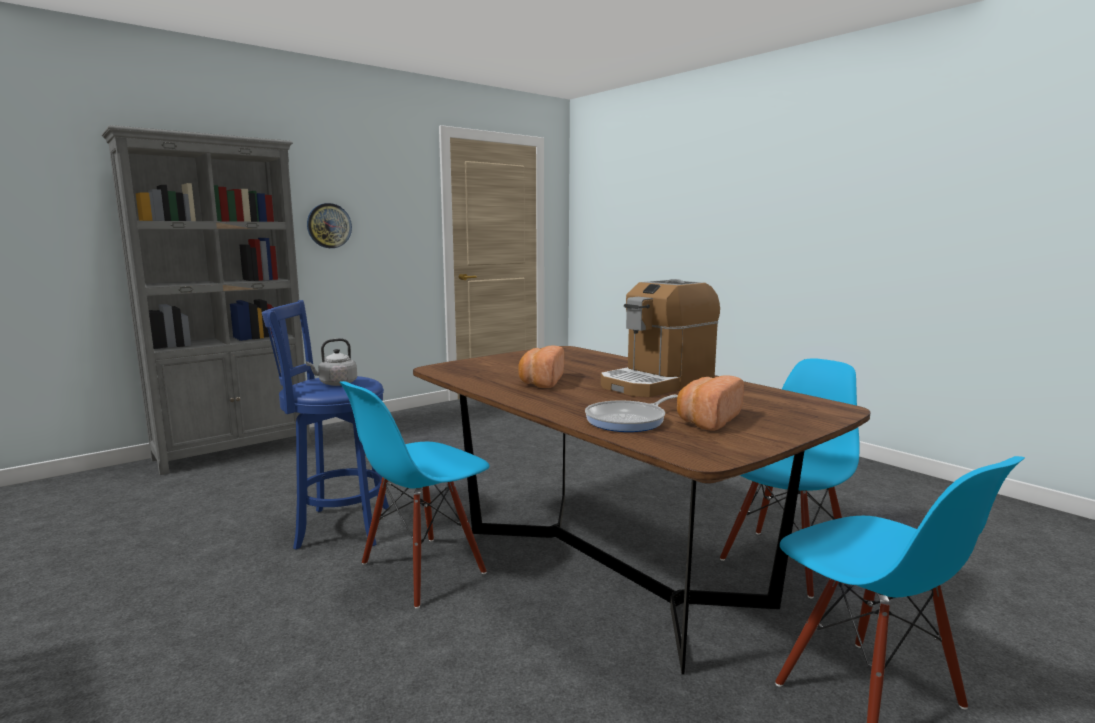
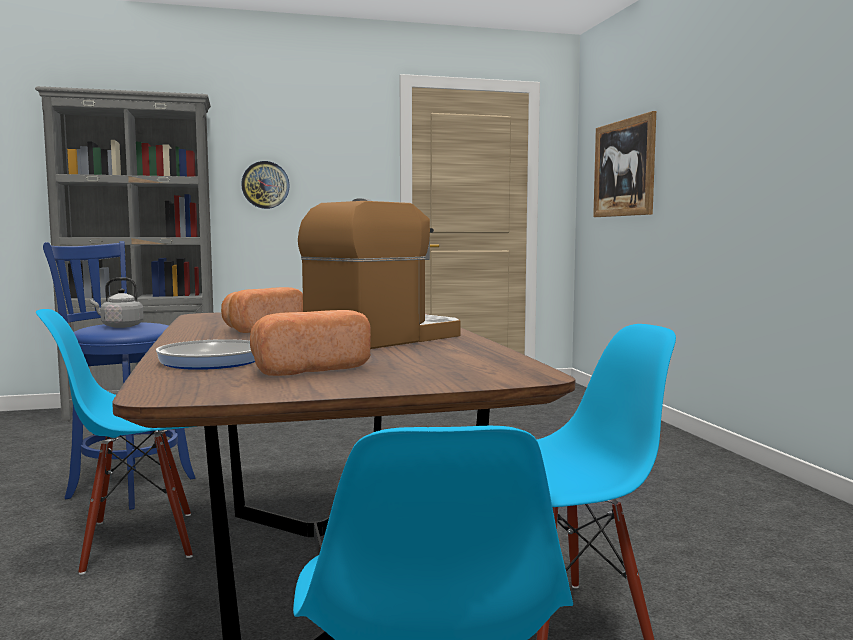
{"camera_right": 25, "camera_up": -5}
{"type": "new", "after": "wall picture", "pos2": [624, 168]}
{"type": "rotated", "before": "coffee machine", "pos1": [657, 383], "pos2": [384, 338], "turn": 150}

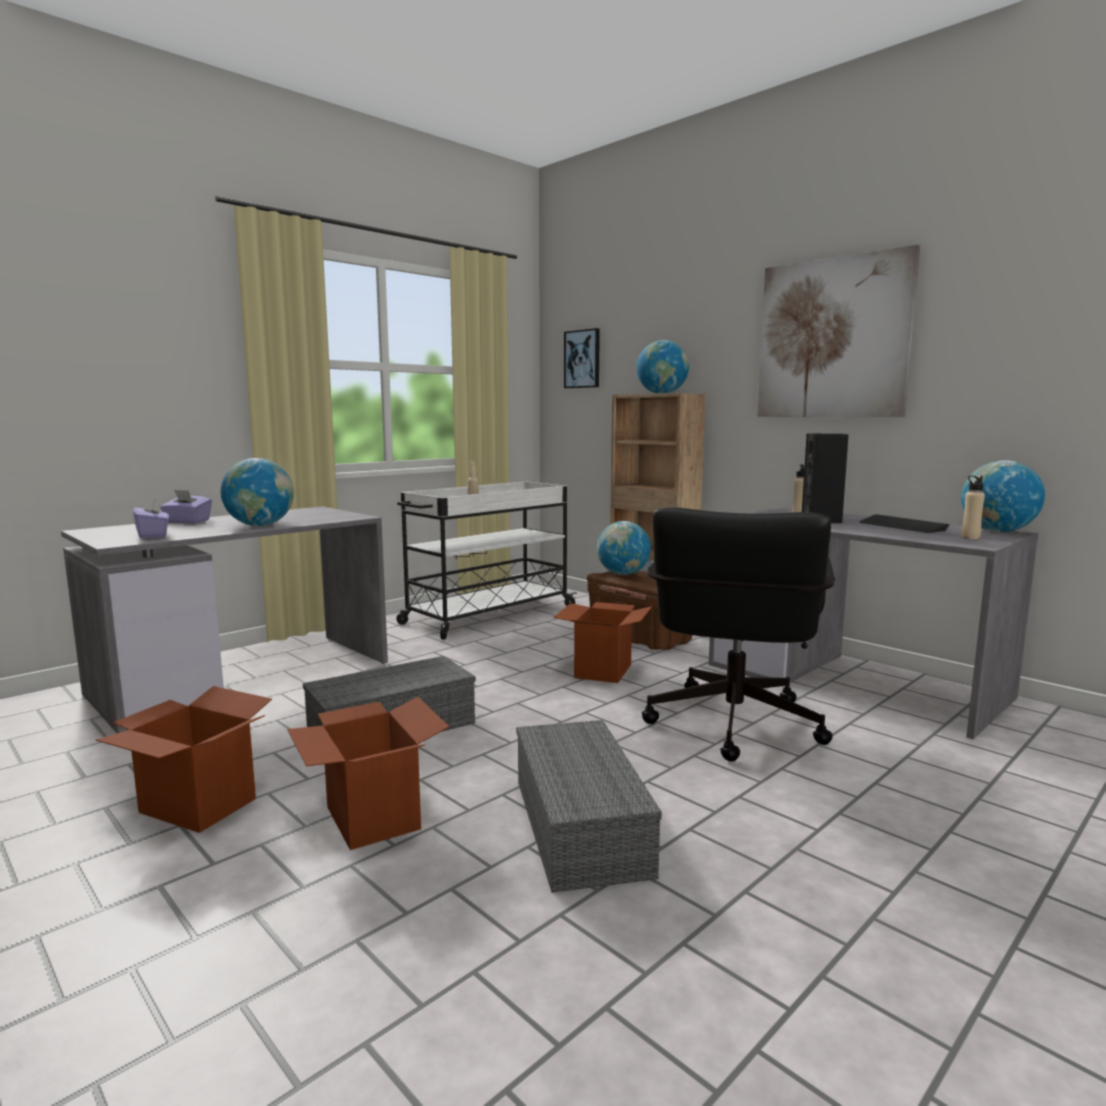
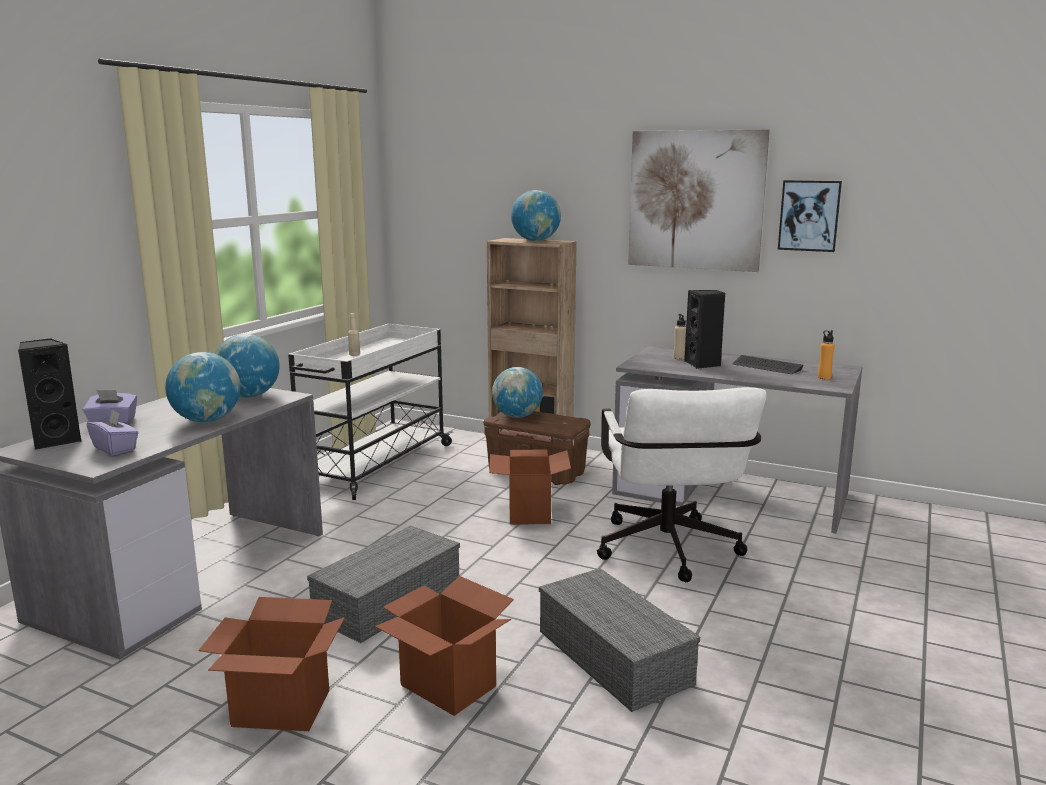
{"camera_right": -20, "camera_up": 5}
{"type": "new", "after": "loudspeaker (blackish)", "pos2": [55, 440]}
{"type": "shifted", "before": "wall picture", "pos1": [582, 359], "pos2": [809, 215]}
{"type": "shifted", "before": "globe", "pos1": [997, 531], "pos2": [249, 396]}
{"type": "repainted", "before": "computer chair (blackish)", "after": "computer chair (whitish)", "pos1": [732, 730], "pos2": [669, 554]}
{"type": "repainted", "before": "bottle (beige)", "after": "bottle (orange-coloured)", "pos1": [970, 537], "pos2": [824, 377]}

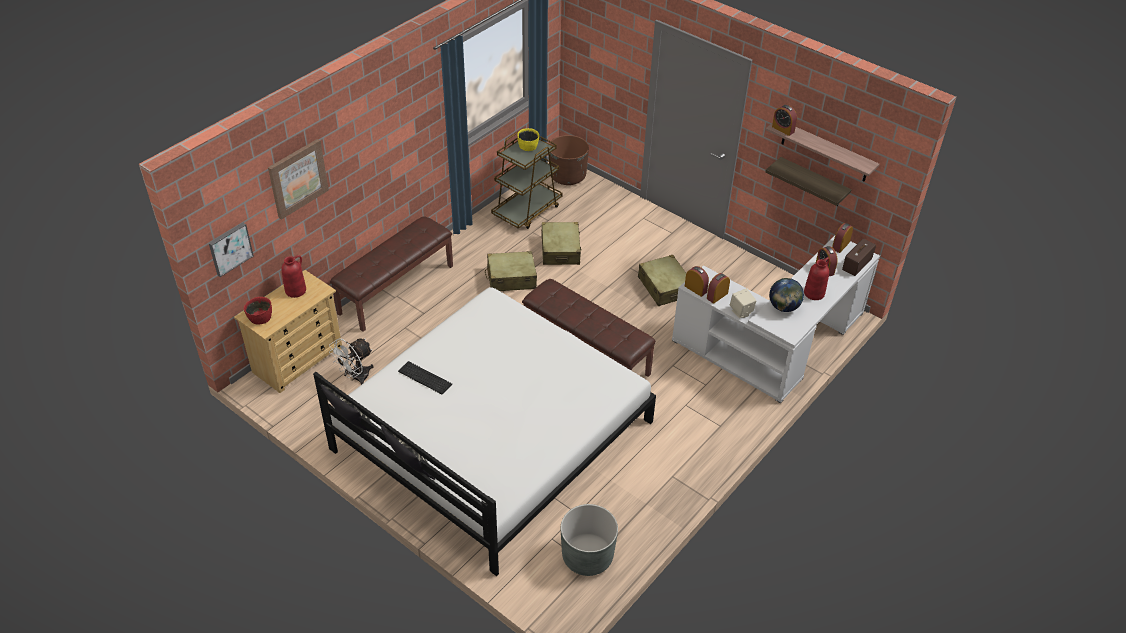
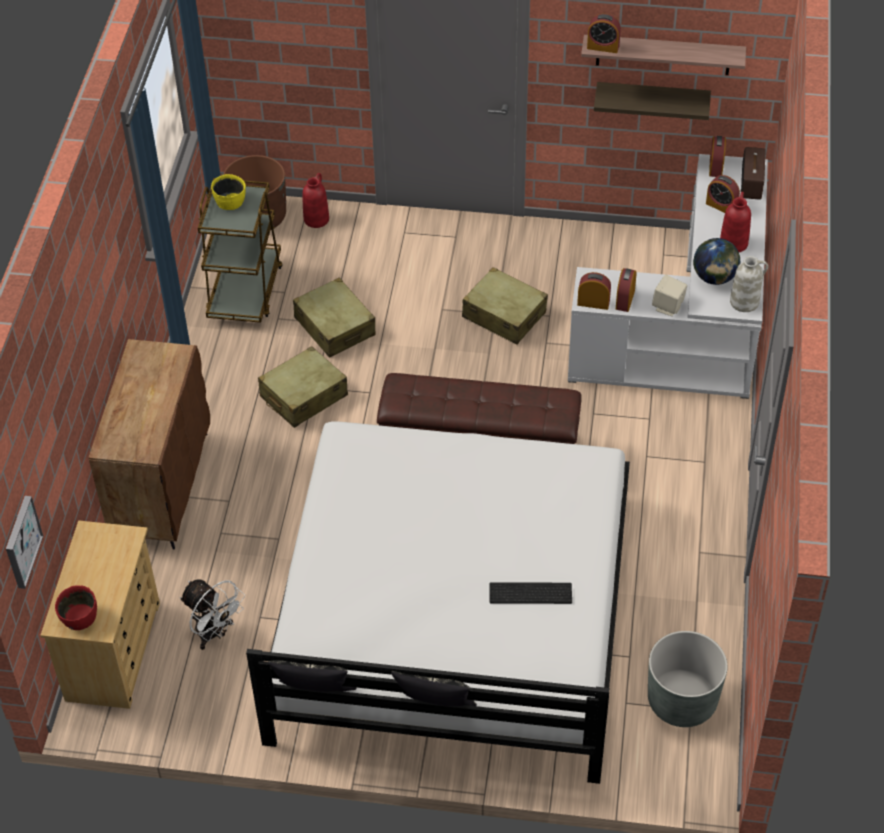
{"camera_right": -30, "camera_up": 5}
{"type": "gone", "before": "wall picture", "pos1": [297, 178]}
{"type": "new", "after": "decorative vase (whitish)", "pos2": [745, 302]}
{"type": "shifted", "before": "decorative vase (red)", "pos1": [296, 290], "pos2": [316, 219]}
{"type": "shifted", "before": "computer keyboard", "pos1": [424, 378], "pos2": [529, 594]}
{"type": "swapped", "before": "long seat (brown)", "after": "cabinet (brown)", "pos1": [396, 289], "pos2": [162, 486]}
{"type": "rotated", "before": "electric fan (whitish)", "pos1": [356, 377], "pos2": [214, 633], "turn": -60}

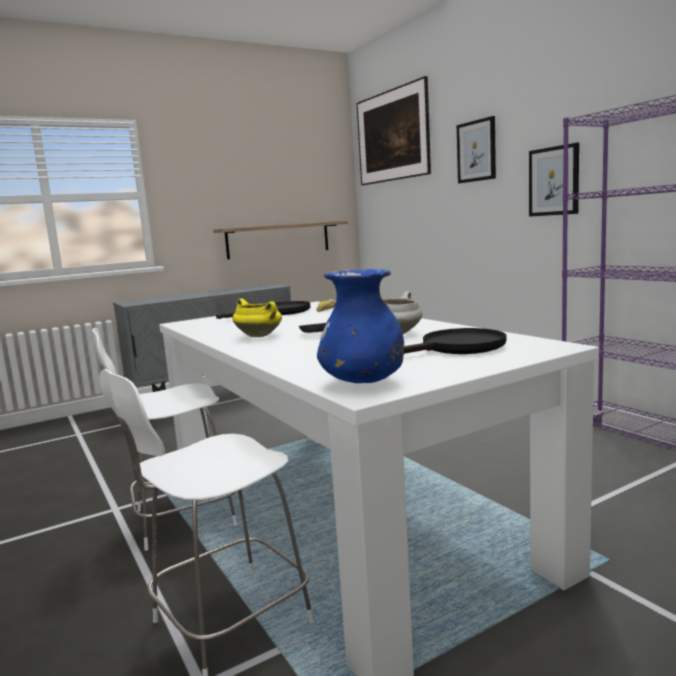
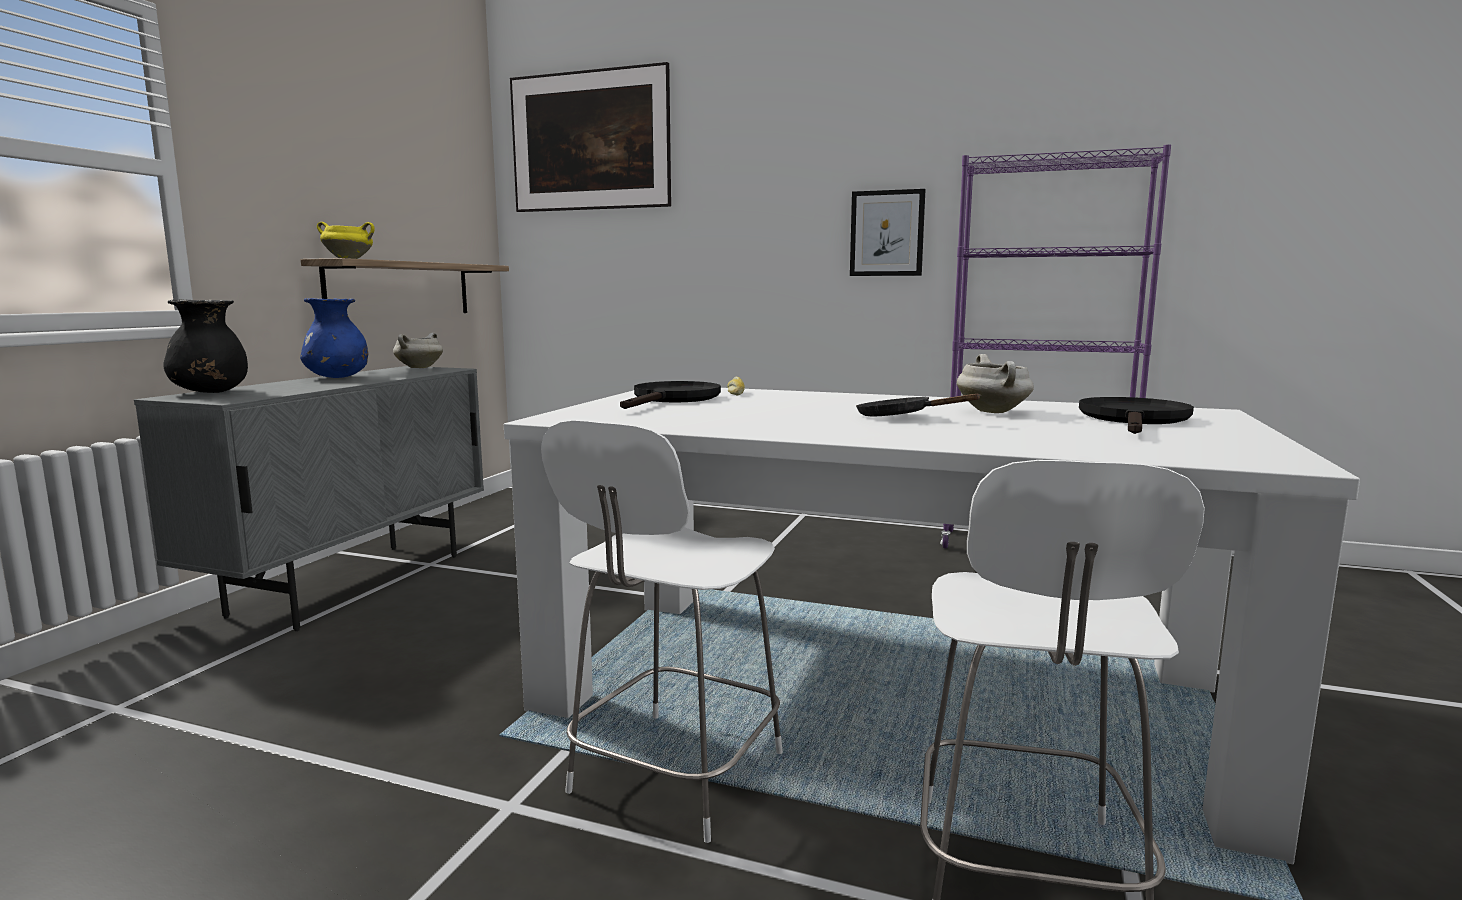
{"camera_right": -40, "camera_up": 0}
{"type": "gone", "before": "wall picture", "pos1": [476, 151]}
{"type": "new", "after": "decorative vase (blackish)", "pos2": [210, 392]}
{"type": "new", "after": "saucepot (whitish)", "pos2": [419, 368]}
{"type": "shifted", "before": "saucepot (yellowish)", "pos1": [260, 336], "pos2": [349, 259]}
{"type": "shifted", "before": "decorative vase (bluish)", "pos1": [363, 382], "pos2": [337, 378]}

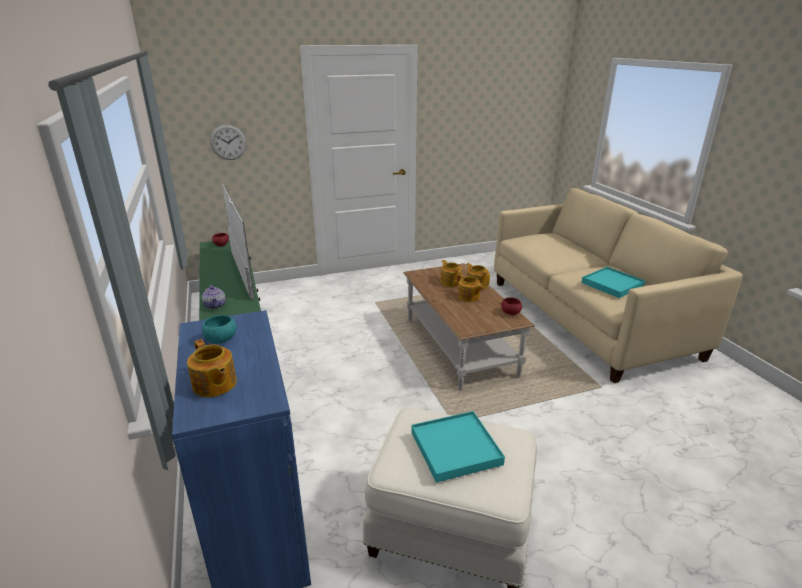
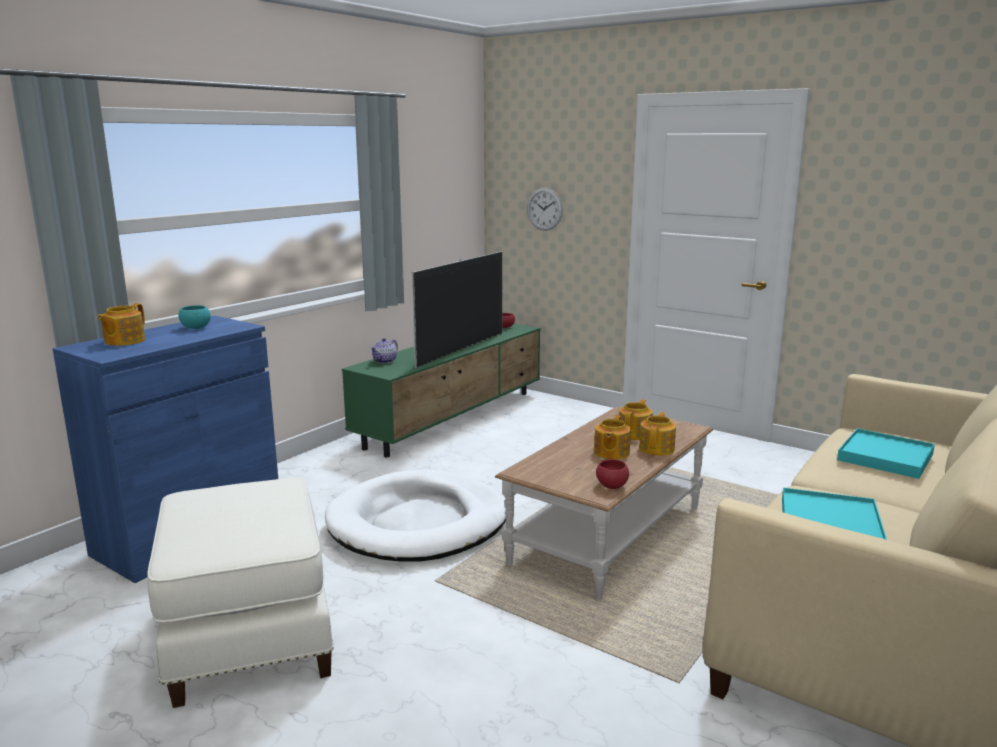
{"camera_right": 55, "camera_up": -10}
{"type": "new", "after": "dog bed (whitish)", "pos2": [419, 523]}
{"type": "shifted", "before": "carrying tray (turquoise)", "pos1": [455, 448], "pos2": [885, 457]}

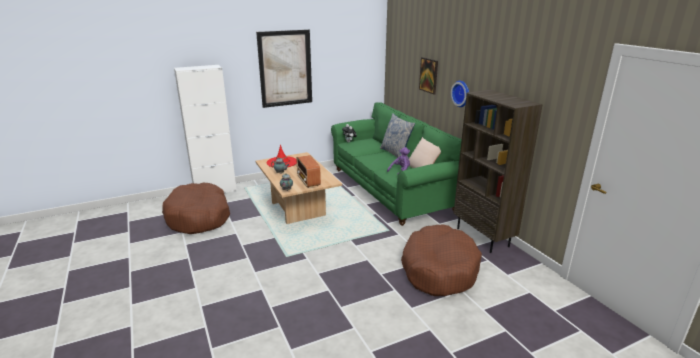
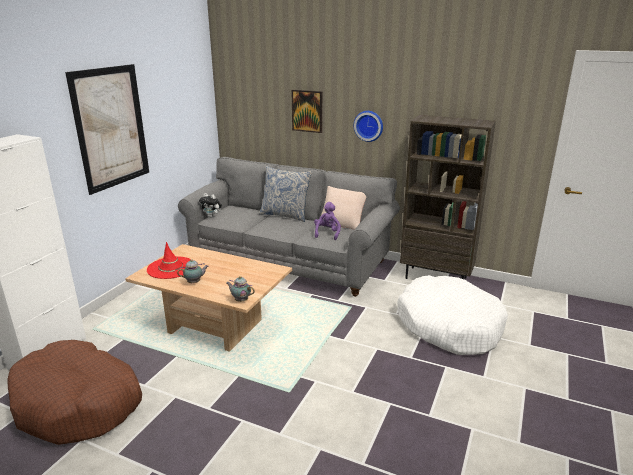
{"camera_right": -40, "camera_up": 0}
{"type": "gone", "before": "radio", "pos1": [308, 181]}
{"type": "repainted", "before": "couch (greenish)", "after": "couch (greyish)", "pos1": [391, 189], "pos2": [289, 261]}
{"type": "repainted", "before": "dog bed (brown)", "after": "dog bed (whitish)", "pos1": [439, 269], "pos2": [449, 325]}

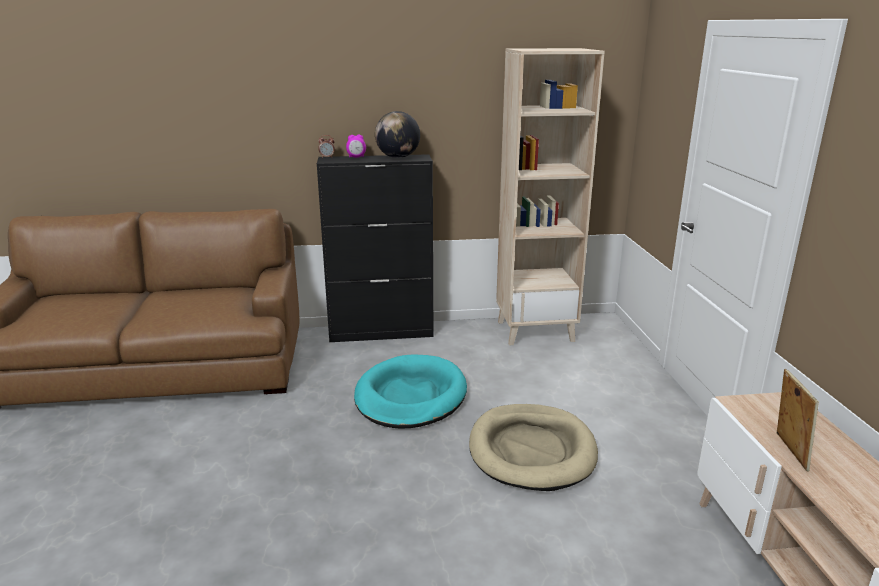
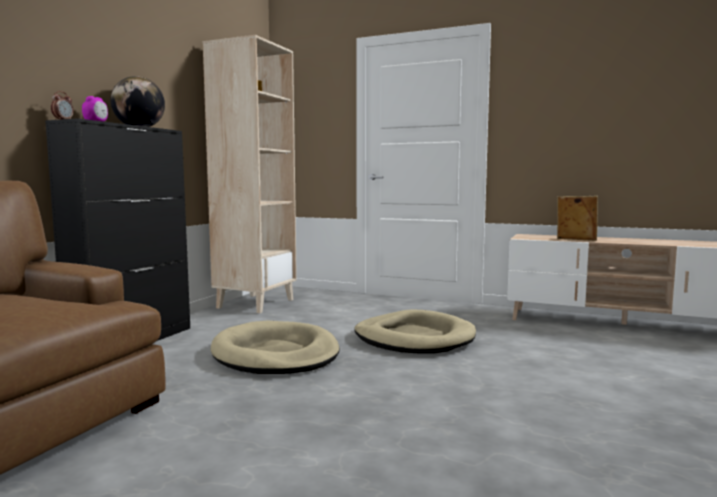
{"camera_right": -60, "camera_up": -15}
{"type": "repainted", "before": "dog bed (turquoise)", "after": "dog bed (beige)", "pos1": [410, 396], "pos2": [275, 354]}

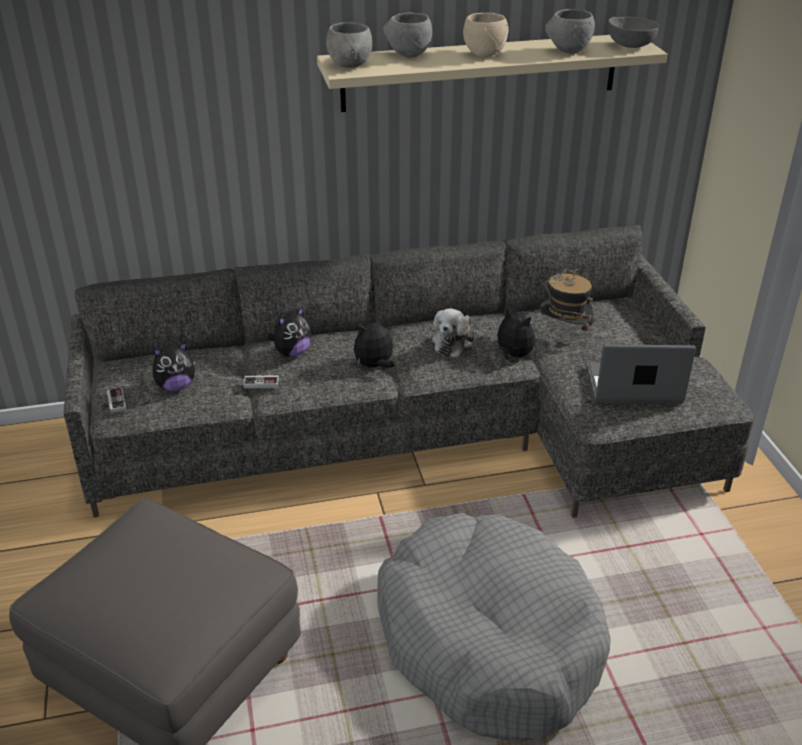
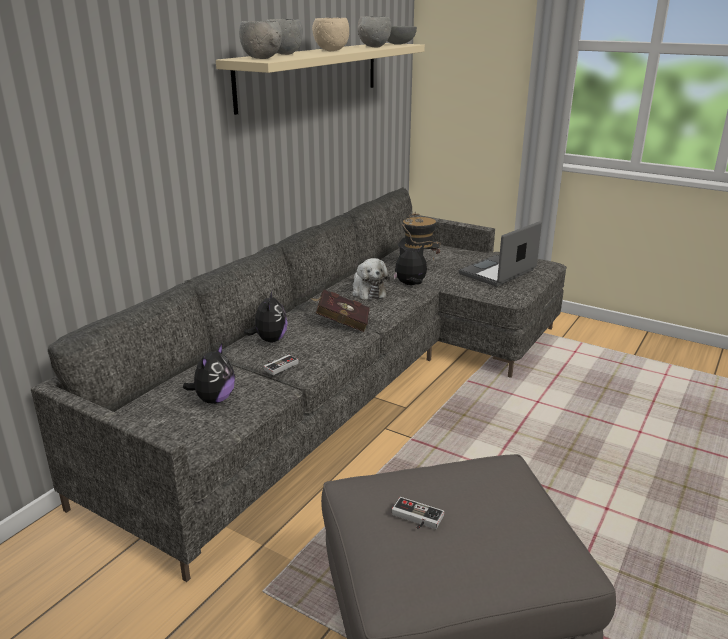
{"camera_right": -45, "camera_up": -10}
{"type": "gone", "before": "dog bed (greyish)", "pos1": [488, 641]}
{"type": "shifted", "before": "game controller", "pos1": [113, 403], "pos2": [415, 518]}
{"type": "swapped", "before": "plush toy", "after": "book (red)", "pos1": [374, 366], "pos2": [340, 323]}

